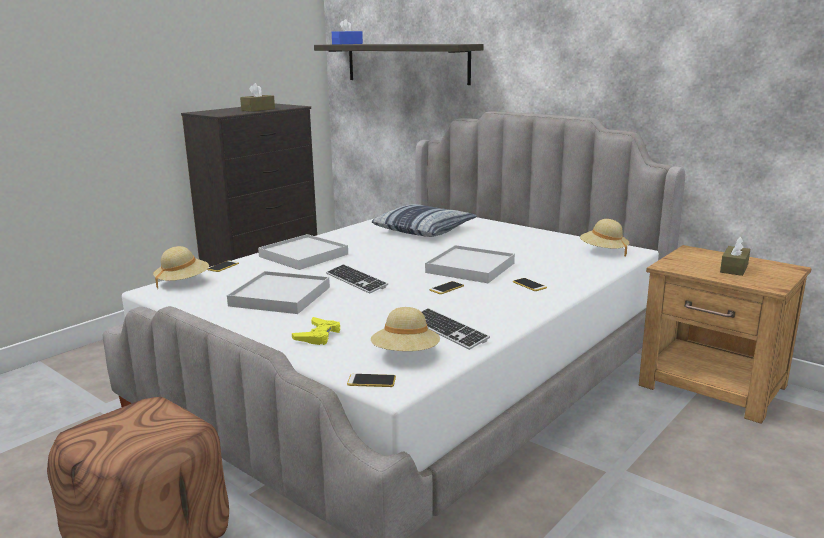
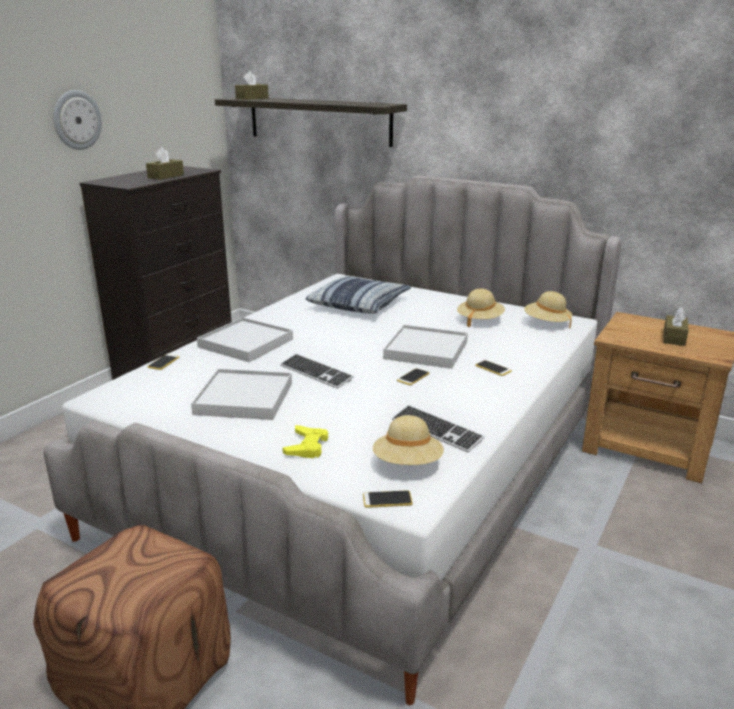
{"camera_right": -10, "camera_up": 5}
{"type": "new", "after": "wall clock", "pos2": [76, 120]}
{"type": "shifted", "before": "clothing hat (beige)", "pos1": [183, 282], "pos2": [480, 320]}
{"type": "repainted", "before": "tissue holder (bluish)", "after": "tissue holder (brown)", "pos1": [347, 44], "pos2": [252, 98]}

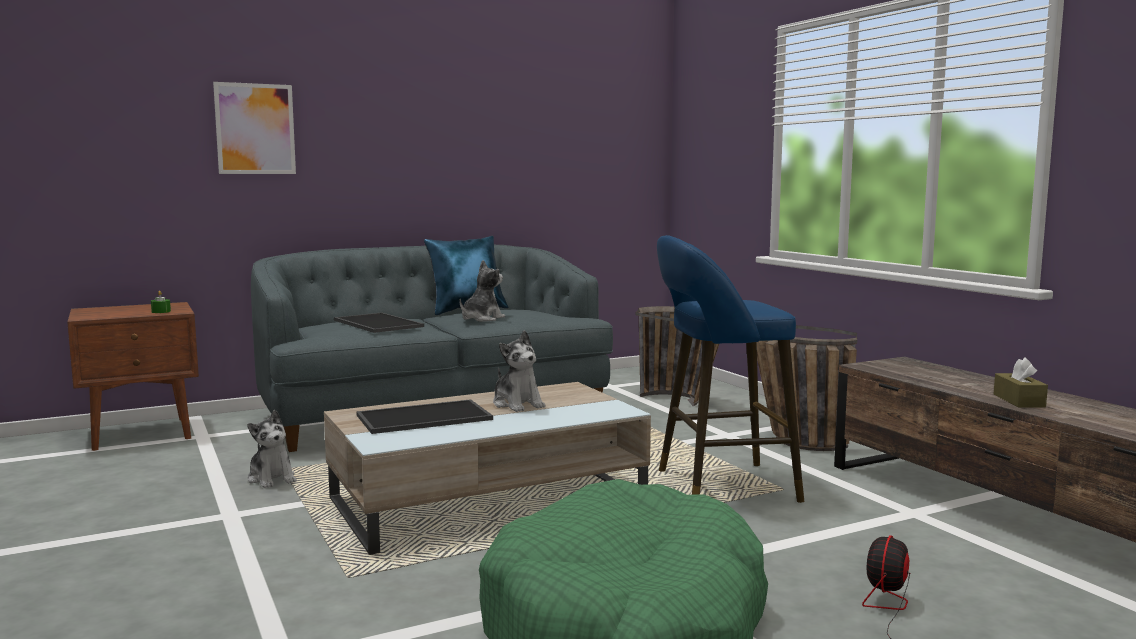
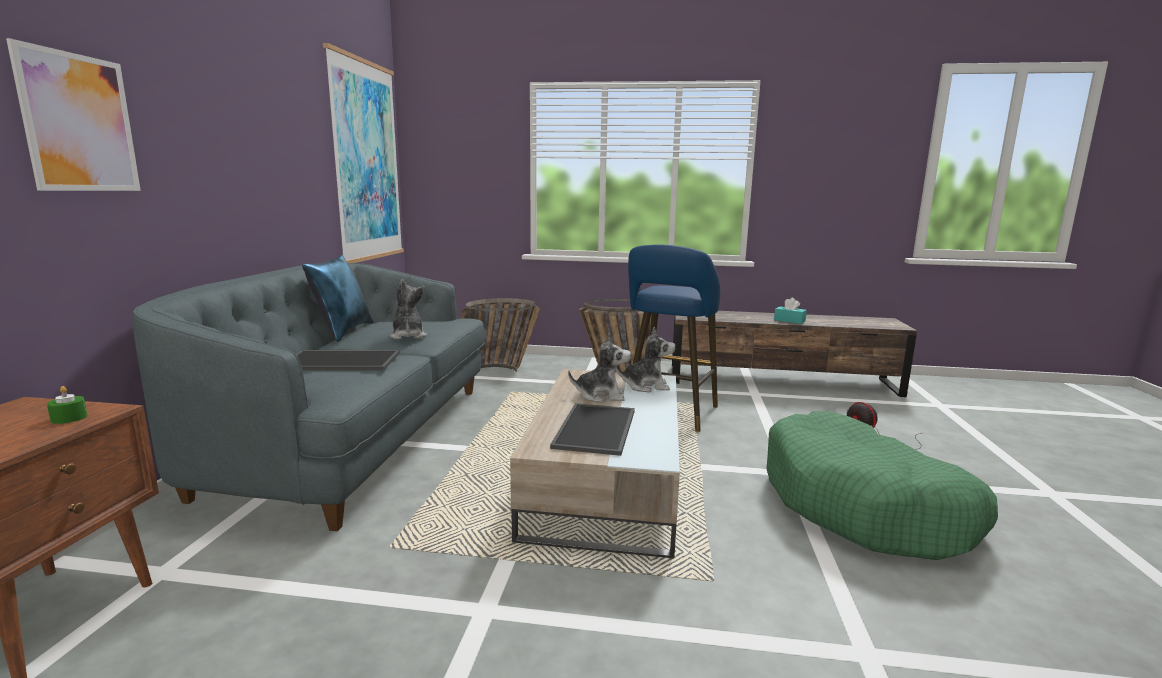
{"camera_right": -55, "camera_up": 5}
{"type": "new", "after": "wall picture", "pos2": [366, 162]}
{"type": "shifted", "before": "plush toy", "pos1": [272, 478], "pos2": [646, 386]}
{"type": "repainted", "before": "tissue holder (brown)", "after": "tissue holder (turquoise)", "pos1": [1019, 400], "pos2": [789, 320]}

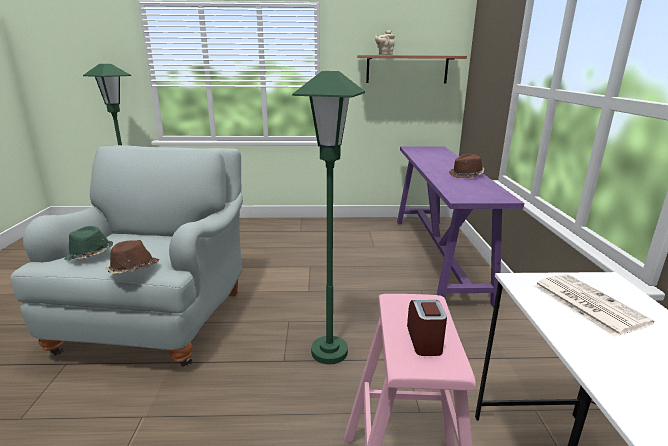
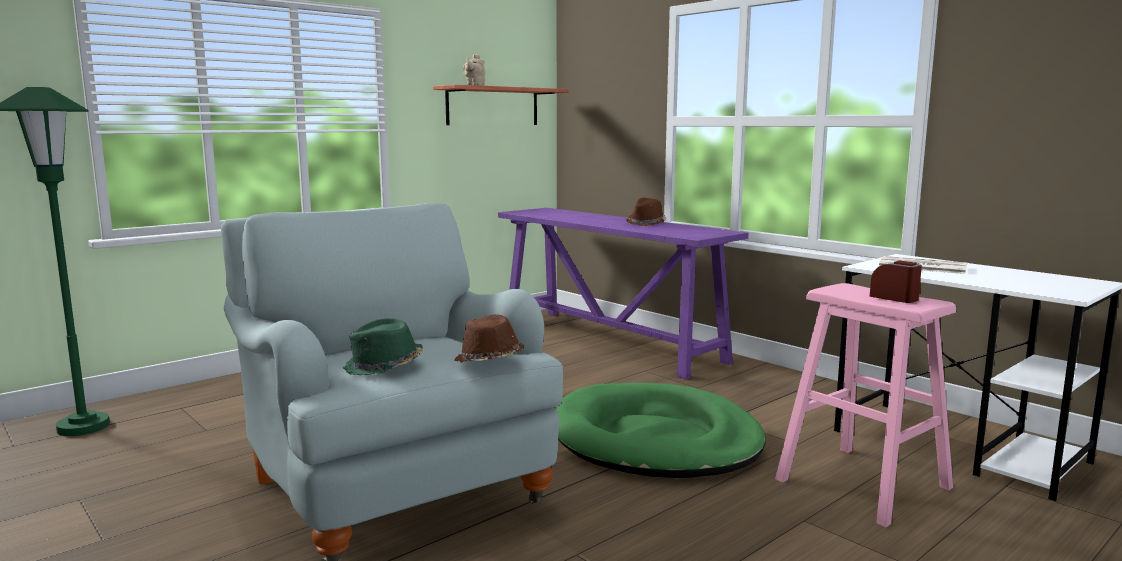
{"camera_right": -40, "camera_up": -10}
{"type": "swapped", "before": "floor lamp (greenish)", "after": "dog bed (greenish)", "pos1": [329, 352], "pos2": [655, 439]}

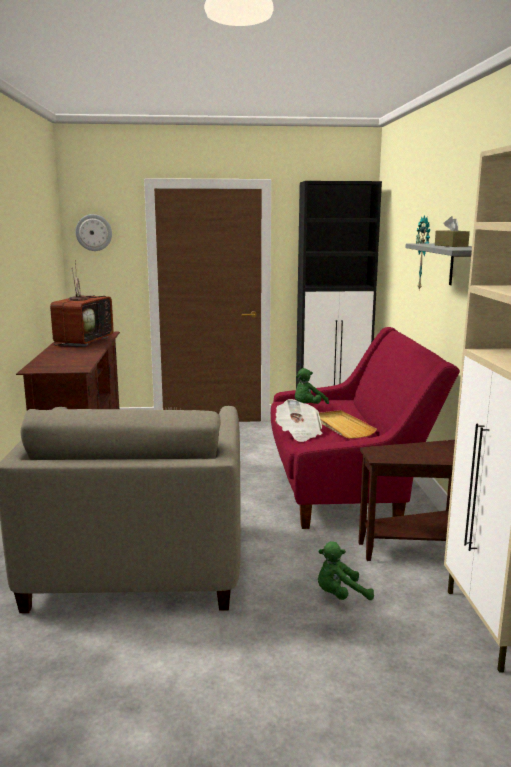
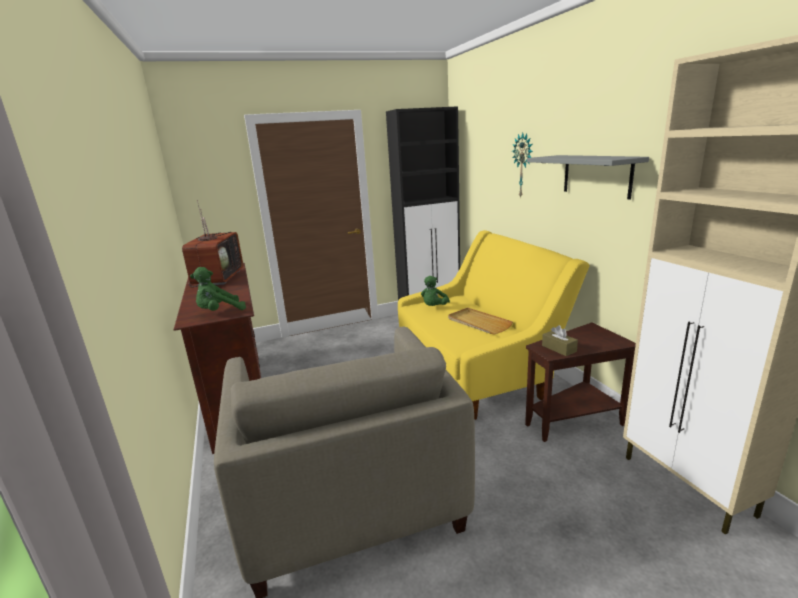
{"camera_right": -15, "camera_up": 5}
{"type": "gone", "before": "wall clock", "pos1": [94, 232]}
{"type": "gone", "before": "daily paper", "pos1": [298, 433]}
{"type": "shifted", "before": "plush toy (greenish)", "pos1": [340, 595], "pos2": [219, 312]}
{"type": "shifted", "before": "tissue holder (brown)", "pos1": [451, 246], "pos2": [559, 348]}
{"type": "repainted", "before": "couch (red)", "after": "couch (yellowish)", "pos1": [345, 485], "pos2": [477, 368]}

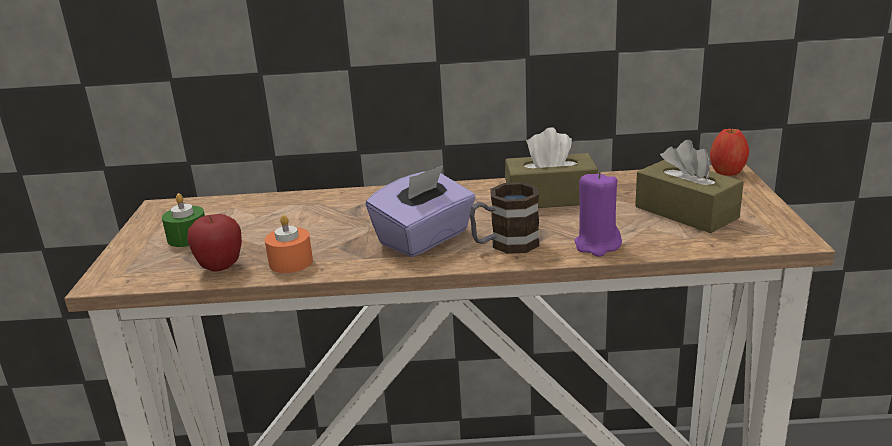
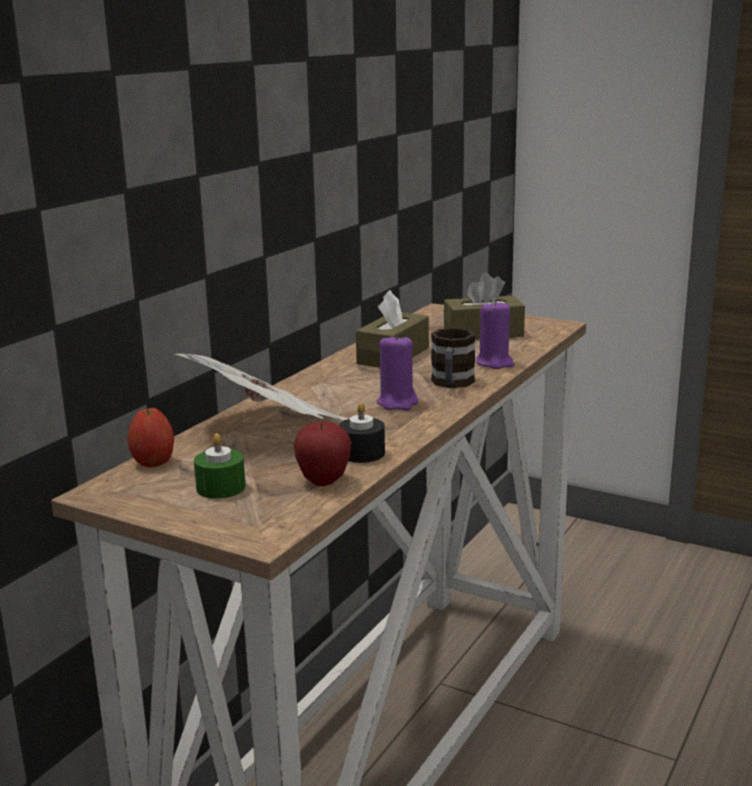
{"camera_right": -60, "camera_up": -5}
{"type": "new", "after": "daily paper", "pos2": [268, 429]}
{"type": "shifted", "before": "whole apple", "pos1": [727, 172], "pos2": [153, 462]}
{"type": "swapped", "before": "tissue holder (purple-coloured)", "after": "wax light (purple-coloured)", "pos1": [425, 238], "pos2": [397, 403]}
{"type": "repainted", "before": "wax light (orange-coloured)", "after": "wax light (blackish)", "pos1": [291, 262], "pos2": [362, 453]}

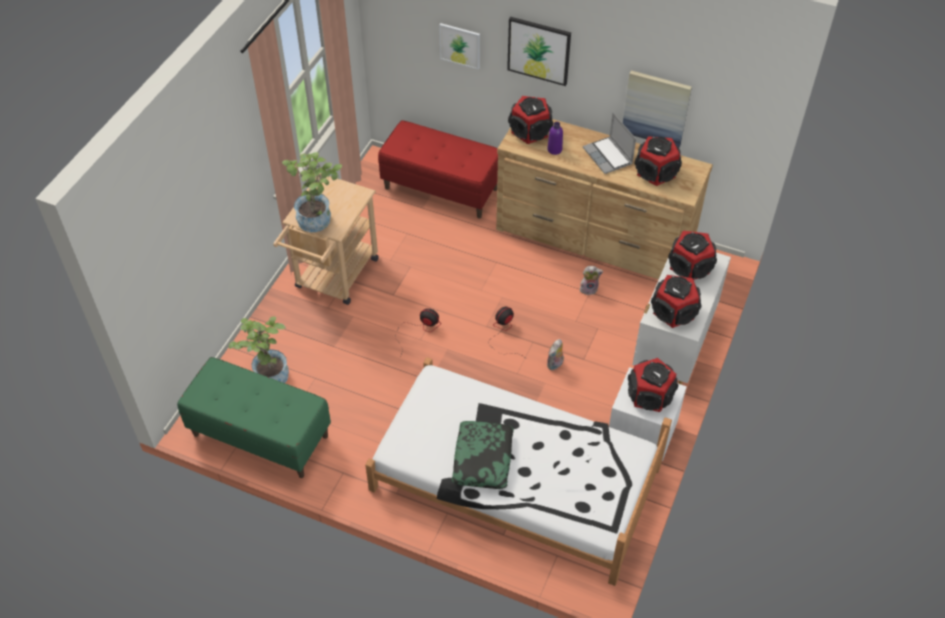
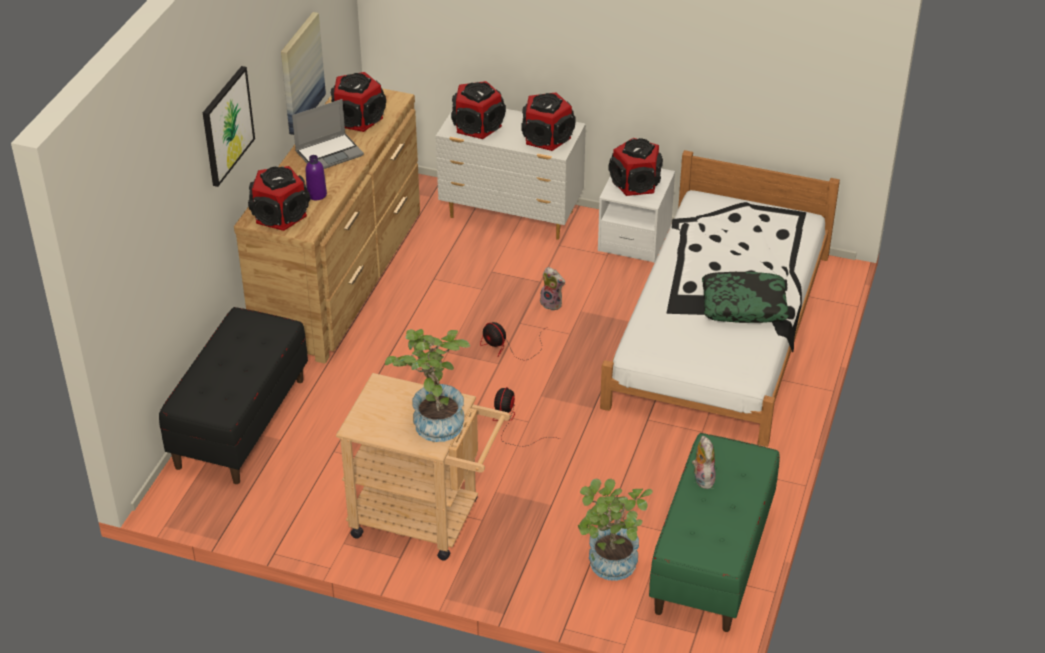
{"camera_right": -95, "camera_up": -10}
{"type": "gone", "before": "wall picture", "pos1": [460, 45]}
{"type": "shifted", "before": "plush toy", "pos1": [589, 289], "pos2": [702, 478]}
{"type": "repainted", "before": "long seat (red)", "after": "long seat (blackish)", "pos1": [441, 188], "pos2": [240, 422]}

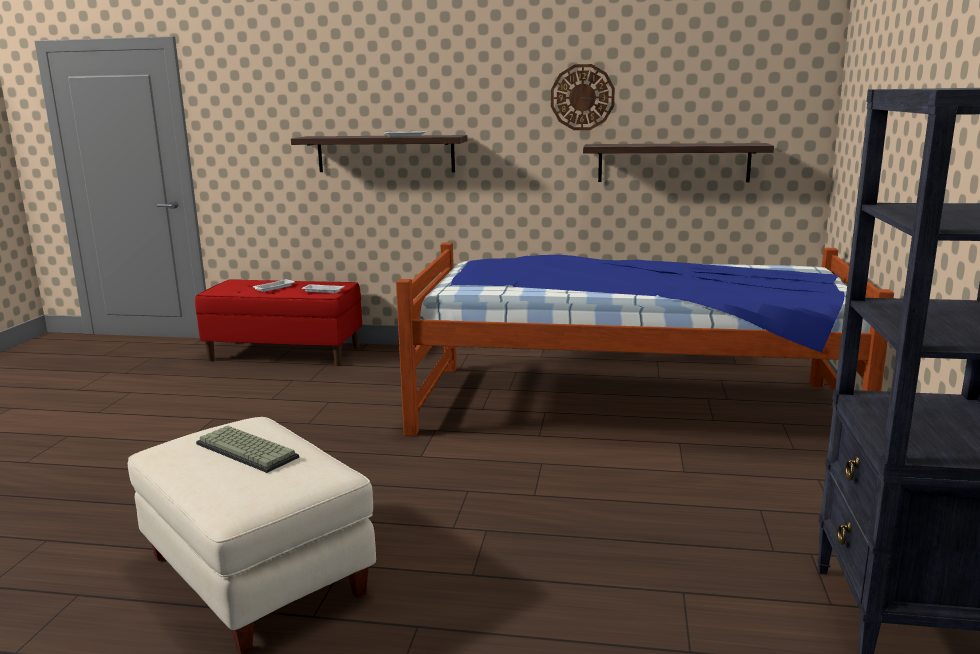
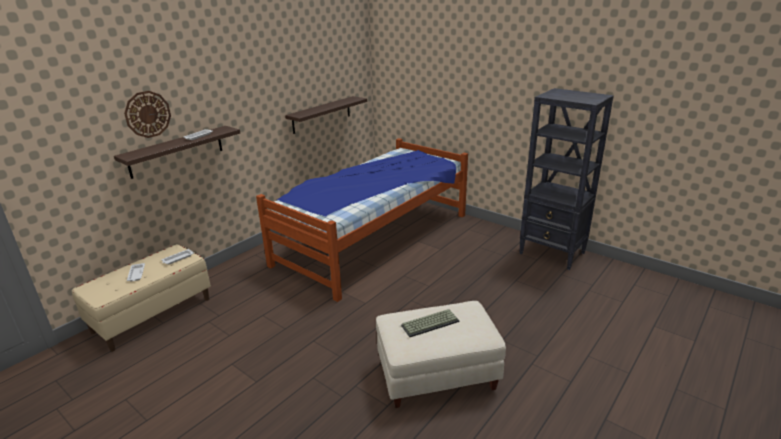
{"camera_right": -60, "camera_up": 10}
{"type": "shifted", "before": "wall clock", "pos1": [582, 97], "pos2": [147, 114]}
{"type": "repainted", "before": "long seat (red)", "after": "long seat (beige)", "pos1": [285, 353], "pos2": [152, 315]}

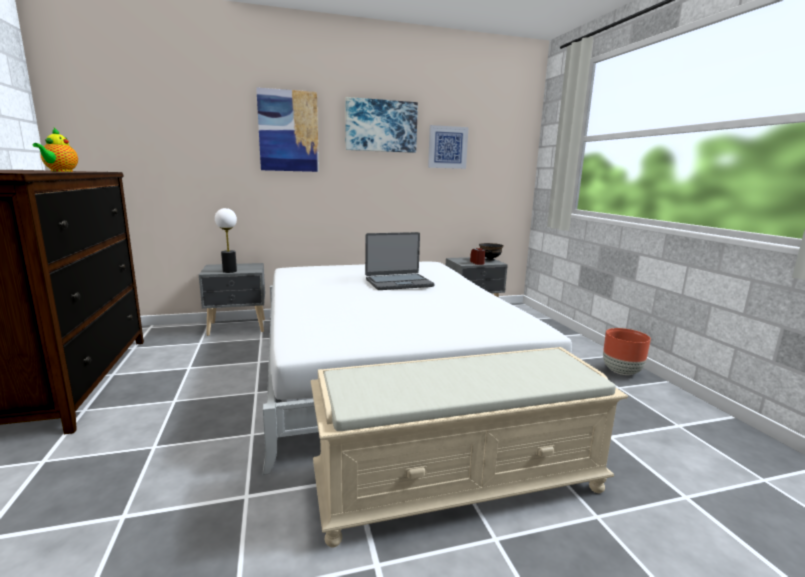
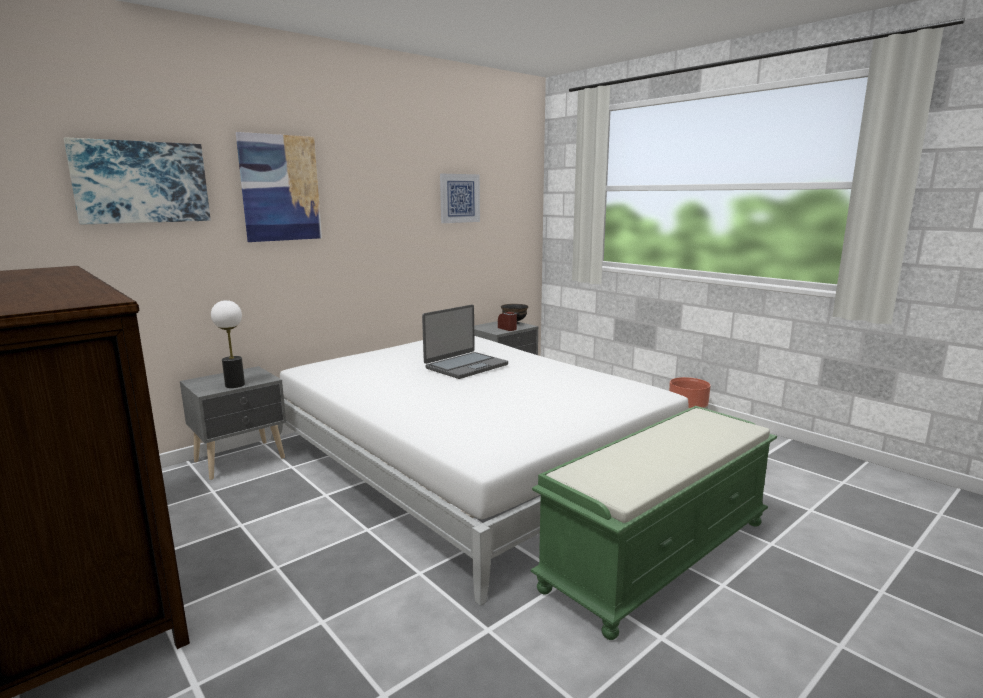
{"camera_right": -25, "camera_up": 0}
{"type": "gone", "before": "teapot", "pos1": [60, 171]}
{"type": "shifted", "before": "wall picture", "pos1": [381, 126], "pos2": [141, 182]}
{"type": "repainted", "before": "long seat (beige)", "after": "long seat (greenish)", "pos1": [460, 483], "pos2": [657, 552]}

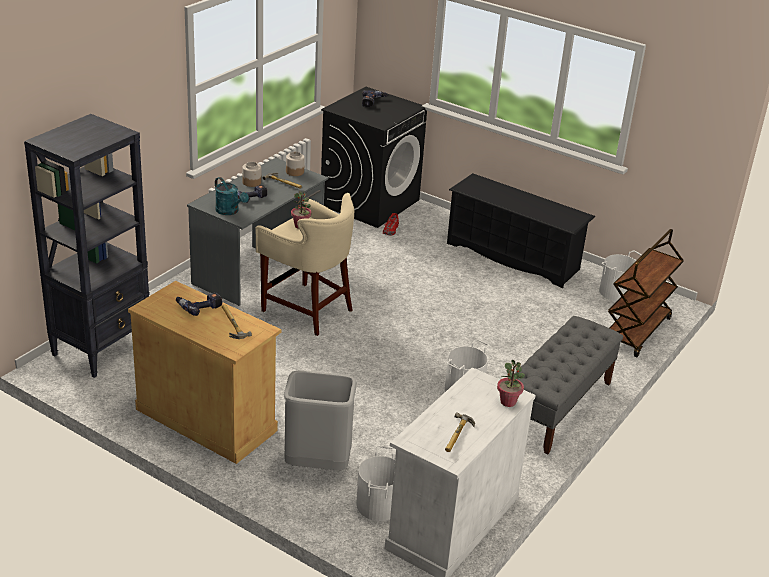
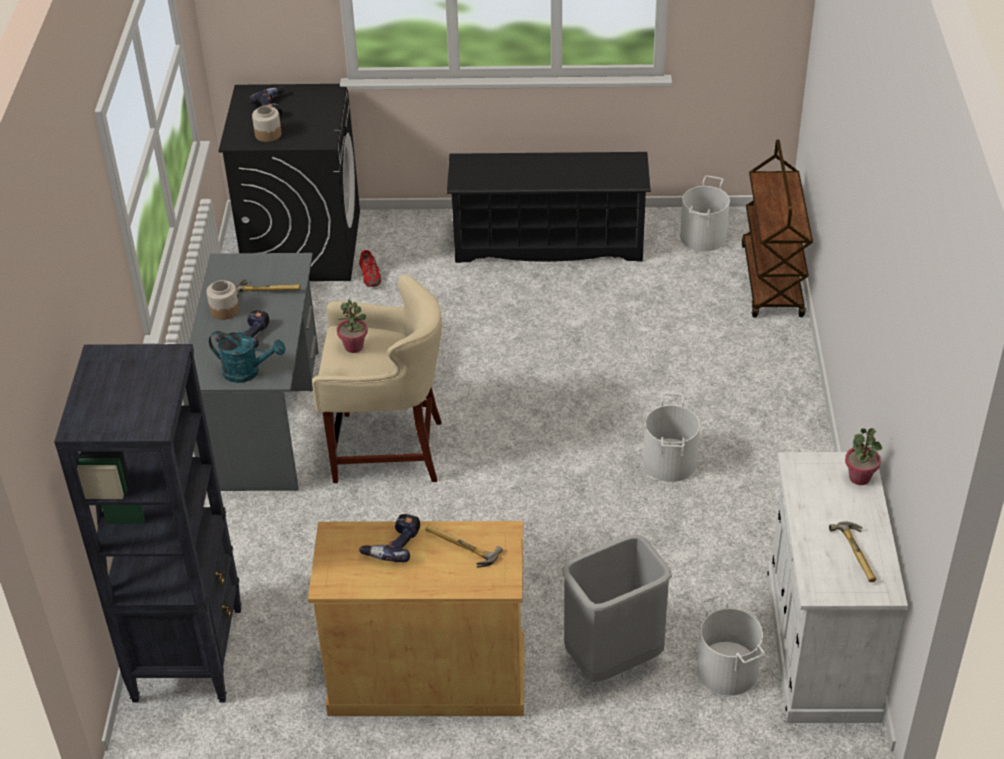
{"camera_right": -30, "camera_up": 10}
{"type": "gone", "before": "long seat (greyish)", "pos1": [557, 407]}
{"type": "shifted", "before": "storage jar", "pos1": [294, 172], "pos2": [268, 134]}

